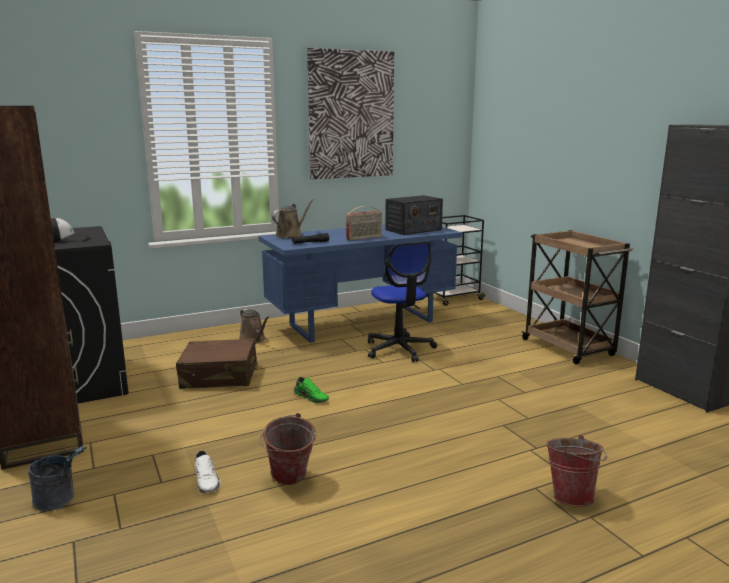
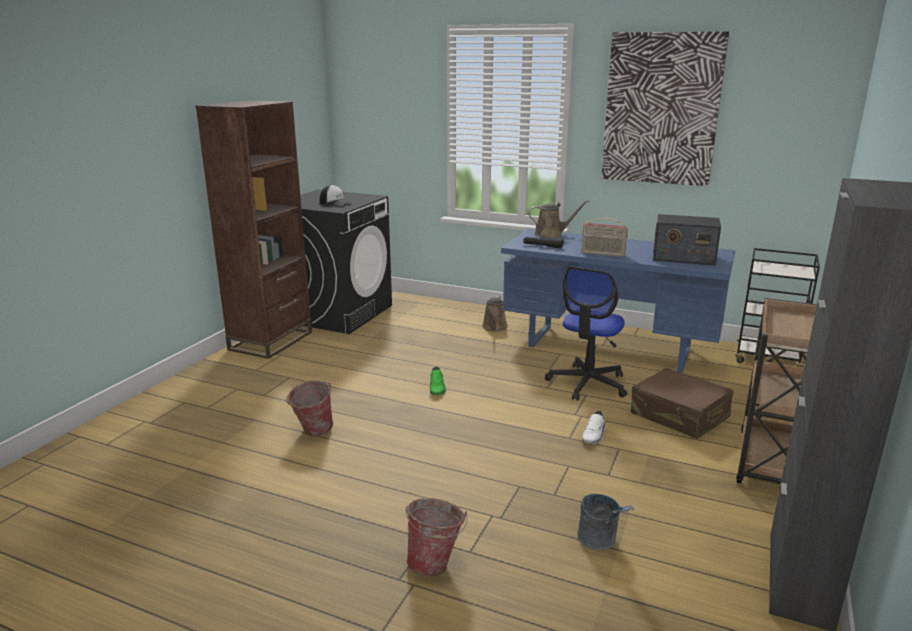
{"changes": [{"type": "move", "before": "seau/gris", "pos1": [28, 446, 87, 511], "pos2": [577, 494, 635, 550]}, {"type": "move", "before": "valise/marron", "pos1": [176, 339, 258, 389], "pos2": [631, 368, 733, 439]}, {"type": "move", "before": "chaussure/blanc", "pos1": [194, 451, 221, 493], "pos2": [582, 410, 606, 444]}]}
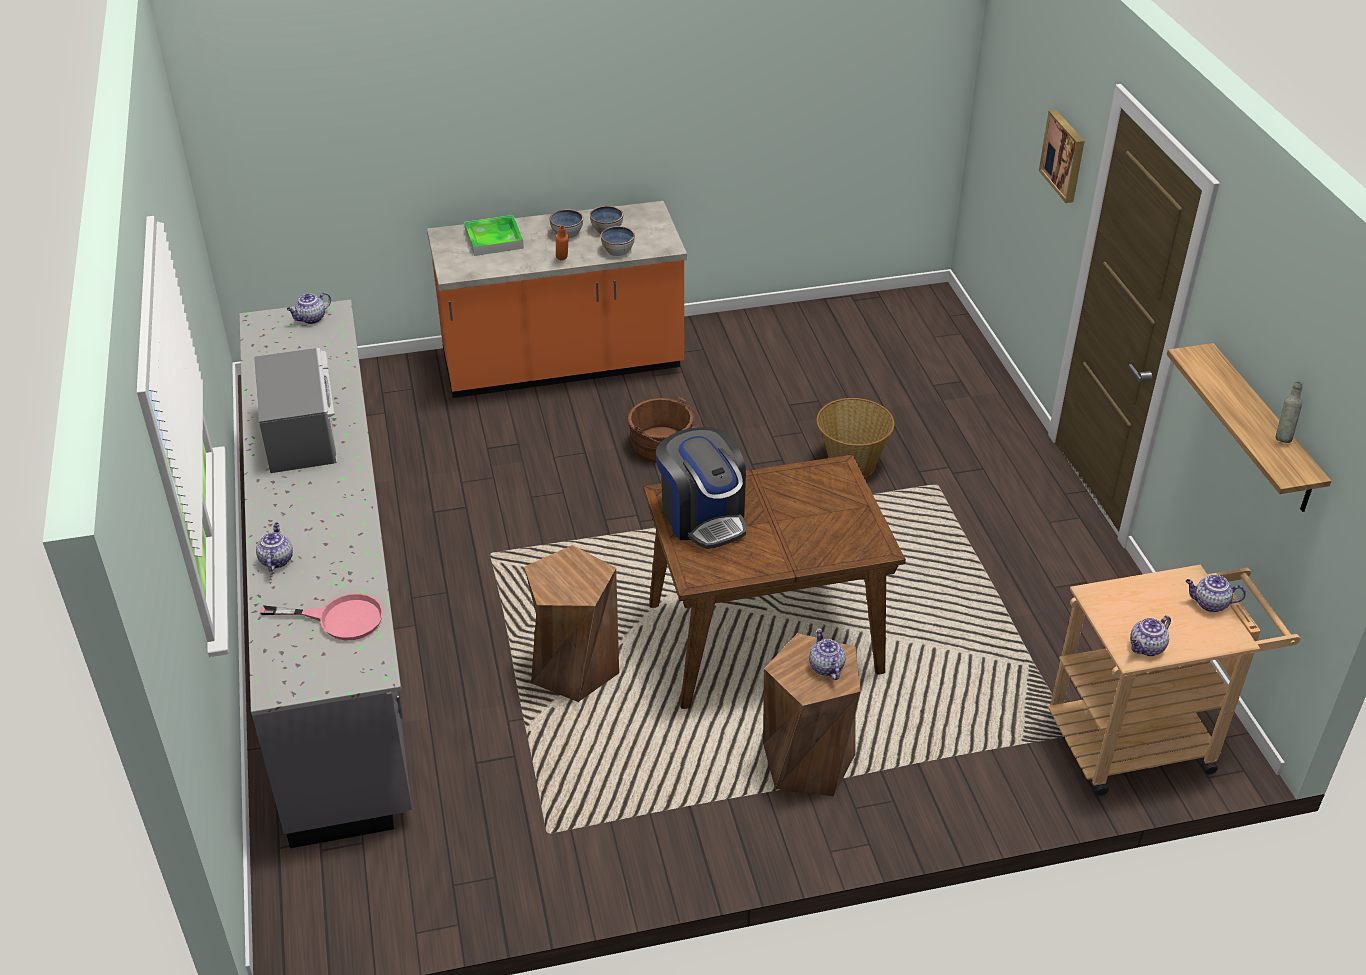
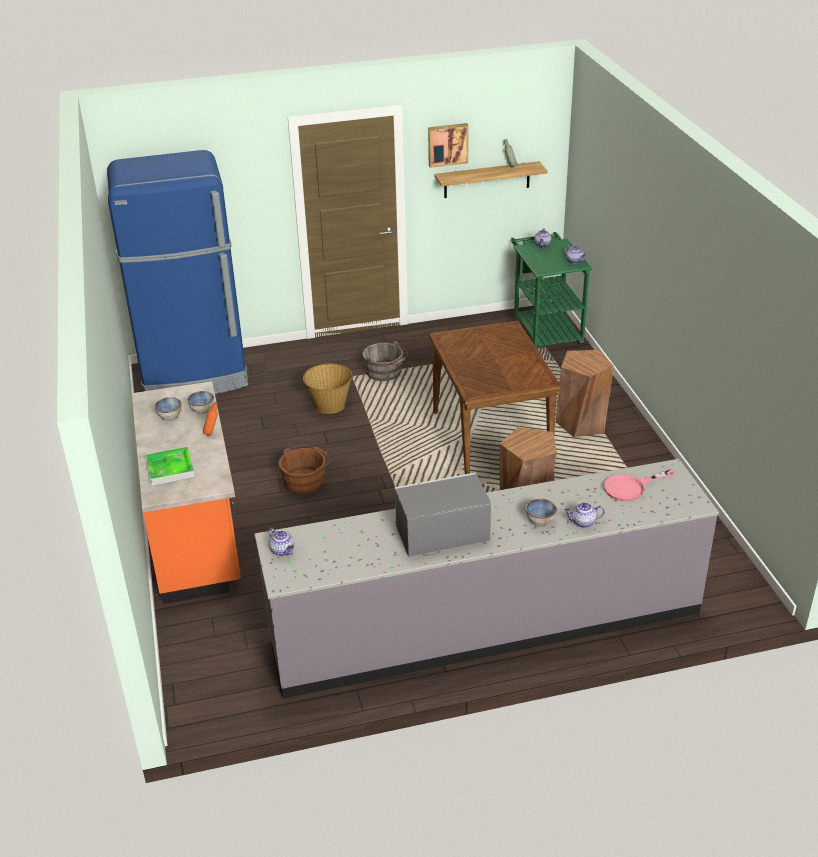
{"changes": [{"type": "rotate", "before": "poêle/rose", "pos1": [260, 593, 383, 640], "pos2": [604, 469, 676, 502], "turn": -120}, {"type": "move", "before": "bol", "pos1": [549, 209, 583, 238], "pos2": [526, 498, 557, 526]}, {"type": "delete", "before": "machine à café", "pos1": [656, 427, 746, 549]}, {"type": "delete", "before": "théière", "pos1": [809, 628, 846, 680]}, {"type": "move", "before": "tableau", "pos1": [1039, 110, 1085, 203], "pos2": [428, 123, 469, 168]}, {"type": "recolor", "before": "chariot/beige", "after": "chariot/vert", "pos1": [1048, 565, 1300, 796], "pos2": [511, 232, 592, 348]}, {"type": "insert", "after": "réfrigérateur/bleu", "pos2": [107, 150, 248, 394]}, {"type": "insert", "after": "seau/gris", "pos2": [362, 341, 408, 381]}]}
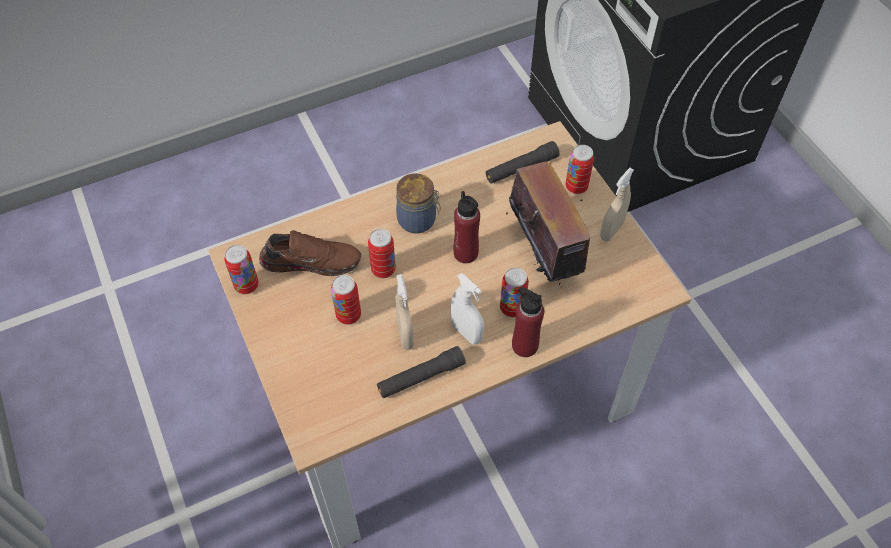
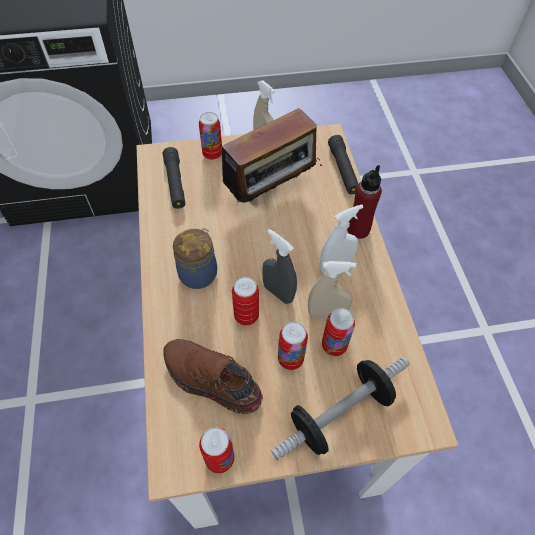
{"changes": [{"type": "rotate", "before": "chaussure/marron", "pos1": [259, 230, 361, 276], "pos2": [163, 339, 263, 414], "turn": -75}, {"type": "move", "before": "lampe de poche/noir", "pos1": [377, 346, 466, 398], "pos2": [328, 135, 358, 194]}, {"type": "delete", "before": "bouteille/rouge", "pos1": [453, 191, 480, 263]}, {"type": "move", "before": "boîte métallique", "pos1": [500, 268, 529, 317], "pos2": [322, 308, 355, 356]}, {"type": "rotate", "before": "radio", "pos1": [506, 161, 590, 288], "pos2": [211, 108, 322, 205], "turn": 150}, {"type": "insert", "after": "vaporisateur/gris", "pos2": [262, 229, 297, 304]}, {"type": "insert", "after": "haltère", "pos2": [271, 357, 410, 461]}]}
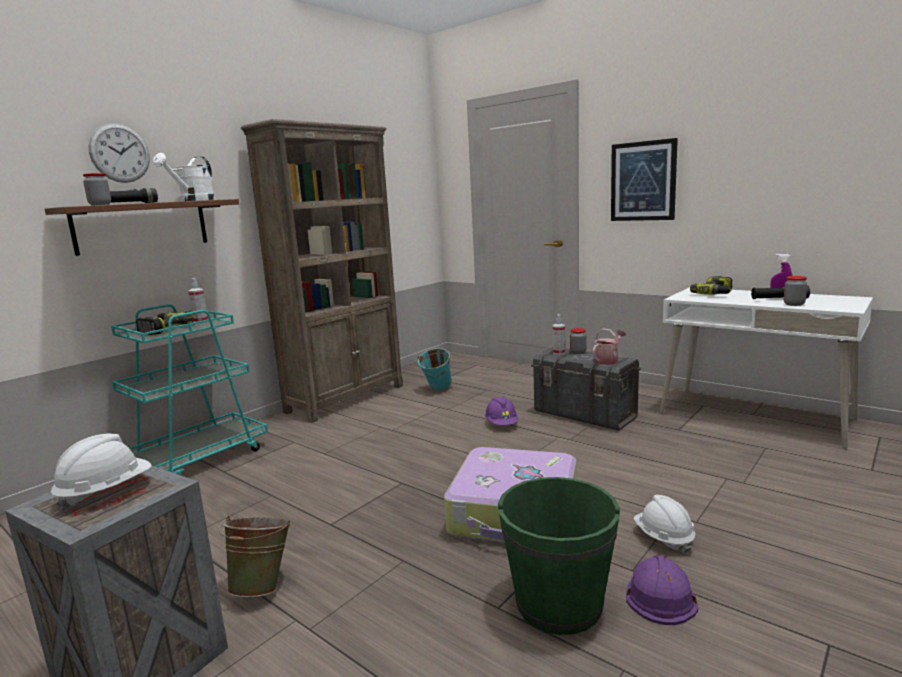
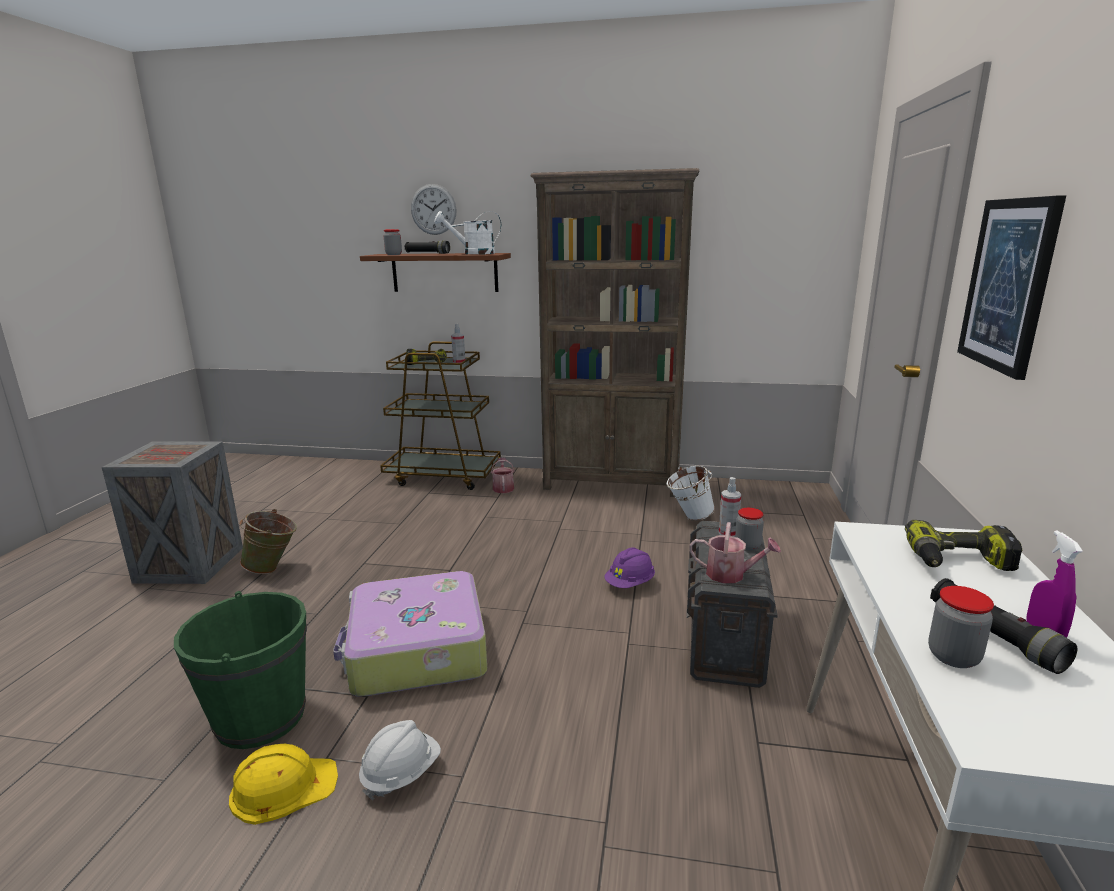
{"changes": [{"type": "delete", "before": "casque de chantier/blanc", "pos1": [51, 434, 151, 511]}, {"type": "recolor", "before": "chariot/turquoise", "after": "chariot/marron", "pos1": [111, 304, 268, 475], "pos2": [380, 342, 501, 490]}, {"type": "recolor", "before": "seau/turquoise", "after": "seau/blanc", "pos1": [417, 348, 452, 391], "pos2": [667, 466, 715, 521]}, {"type": "recolor", "before": "casque de chantier/violet", "after": "casque de chantier/jaune", "pos1": [626, 556, 698, 625], "pos2": [229, 744, 338, 825]}, {"type": "insert", "after": "arrosoir", "pos2": [491, 458, 515, 493]}]}
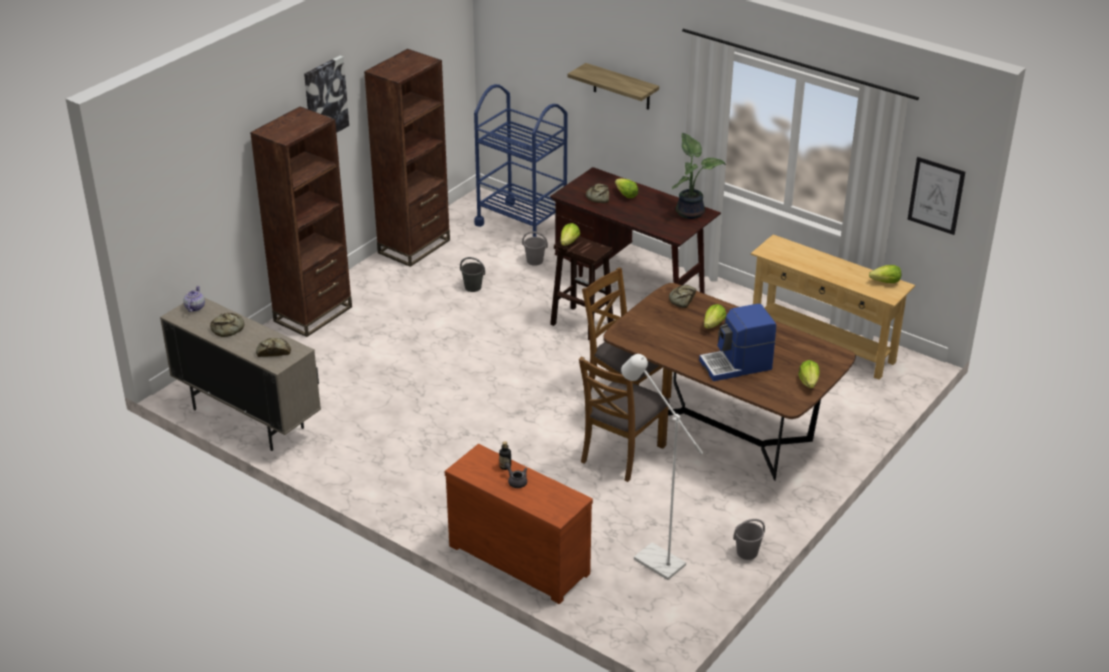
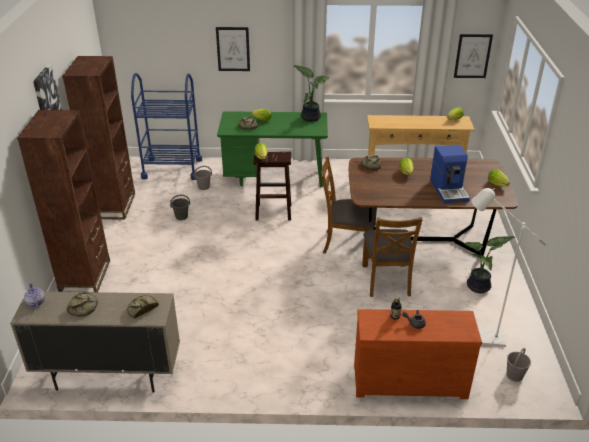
{"changes": [{"type": "recolor", "before": "bureau/marron", "after": "bureau/vert", "pos1": [550, 167, 721, 294], "pos2": [217, 111, 328, 187]}, {"type": "replace", "before": "étagère", "after": "tableau", "pos1": [568, 63, 659, 110], "pos2": [216, 27, 250, 71]}, {"type": "rotate", "before": "machine à café", "pos1": [699, 304, 776, 381], "pos2": [430, 145, 470, 204], "turn": -45}, {"type": "move", "before": "seau/gris", "pos1": [733, 519, 765, 560], "pos2": [507, 348, 531, 382]}, {"type": "insert", "after": "plante en pot", "pos2": [464, 236, 515, 293]}]}
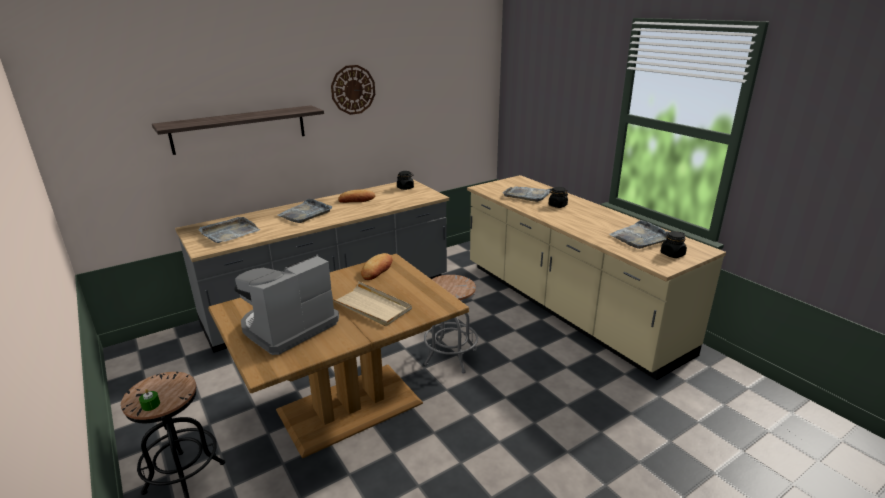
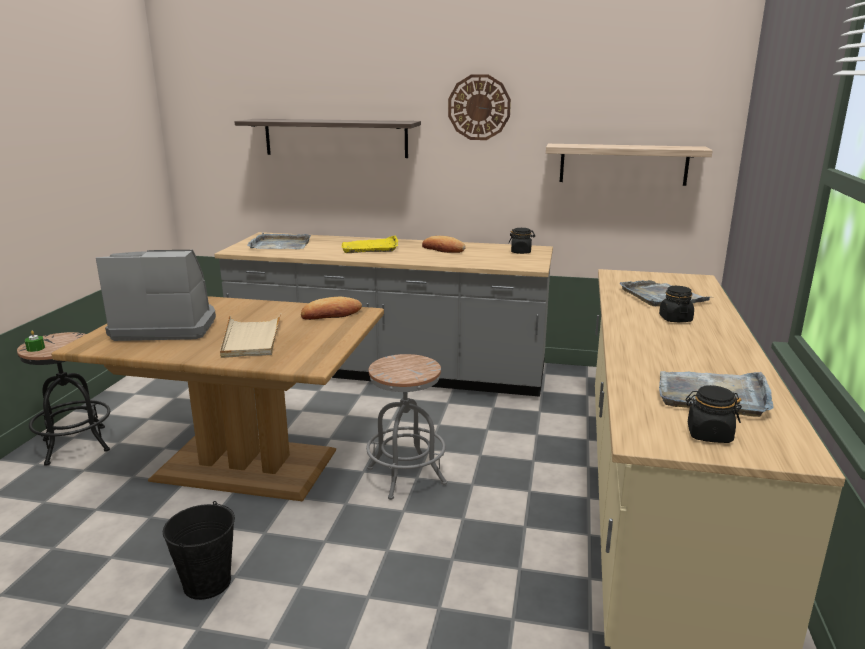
{"changes": [{"type": "recolor", "before": "plateau/gris", "after": "plateau/jaune", "pos1": [277, 199, 332, 223], "pos2": [342, 236, 398, 253]}, {"type": "insert", "after": "seau/noir", "pos2": [163, 501, 235, 600]}, {"type": "insert", "after": "étagère", "pos2": [546, 144, 713, 186]}]}
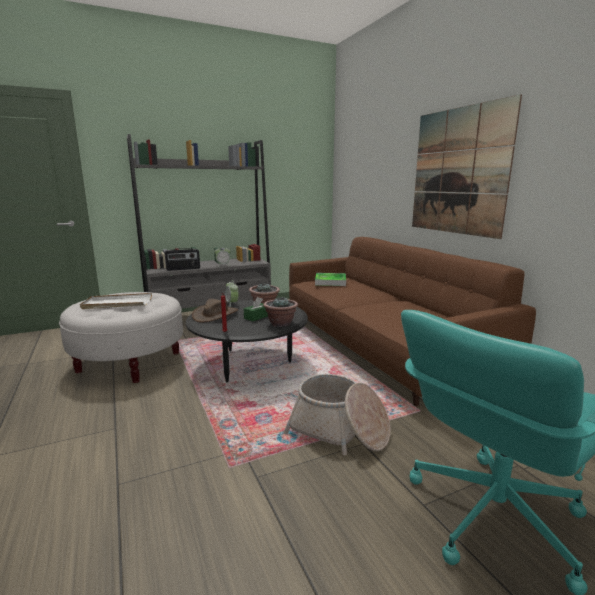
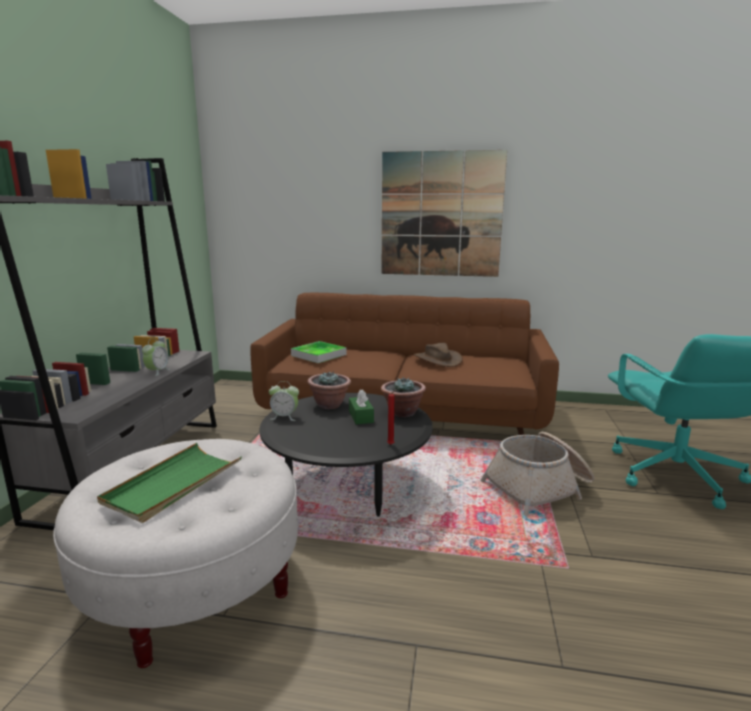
{"changes": [{"type": "recolor", "before": "plateau/blanc", "after": "plateau/vert", "pos1": [80, 293, 152, 309], "pos2": [97, 443, 241, 523]}, {"type": "delete", "before": "radio", "pos1": [165, 248, 200, 271]}, {"type": "move", "before": "chapeau/marron", "pos1": [192, 299, 238, 322], "pos2": [414, 343, 463, 367]}]}
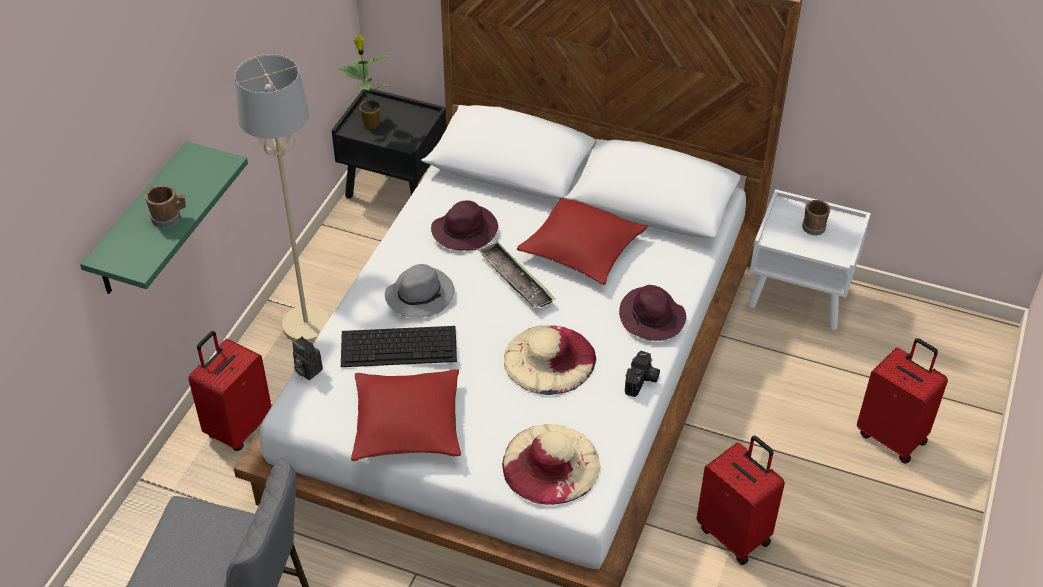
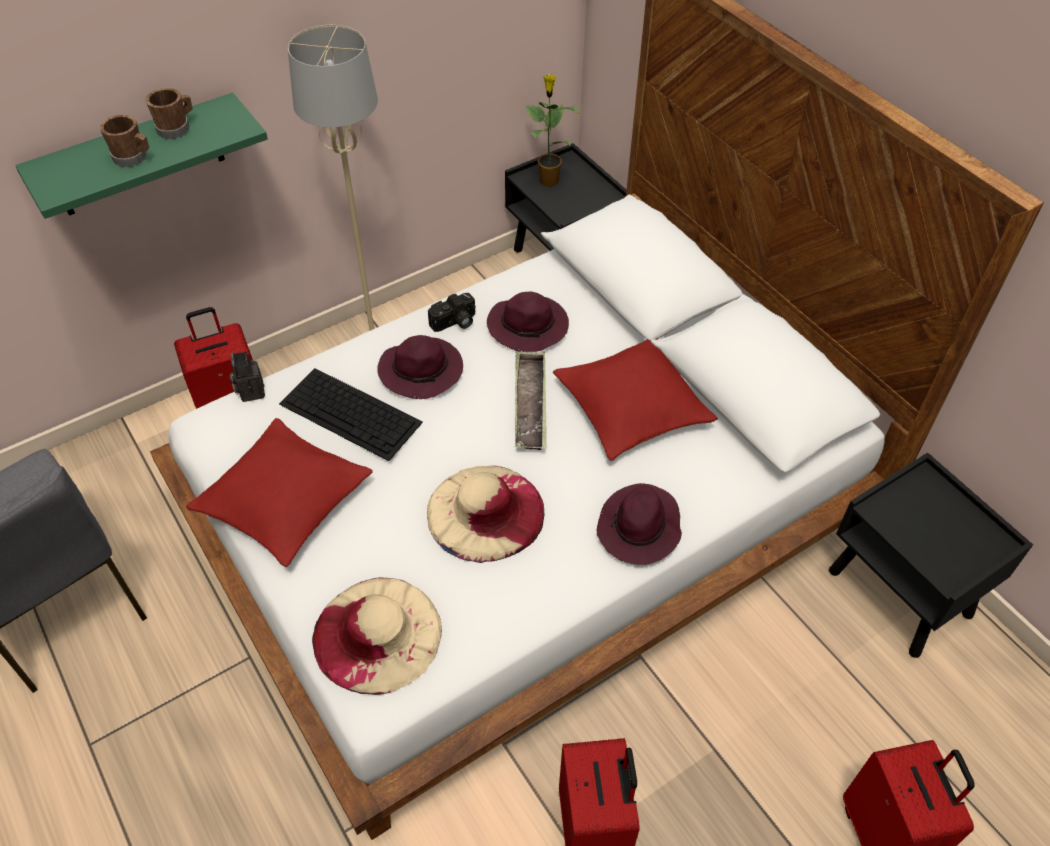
{"changes": [{"type": "recolor", "before": "chapeau/gris", "after": "chapeau/violet", "pos1": [385, 264, 454, 318], "pos2": [377, 335, 463, 399]}, {"type": "move", "before": "appareil photo", "pos1": [625, 351, 660, 397], "pos2": [428, 293, 476, 332]}, {"type": "recolor", "before": "table de chevet/blanc", "after": "table de chevet/noir", "pos1": [747, 189, 871, 330], "pos2": [829, 452, 1033, 658]}, {"type": "move", "before": "mug/marron", "pos1": [802, 200, 830, 235], "pos2": [146, 88, 193, 139]}]}
